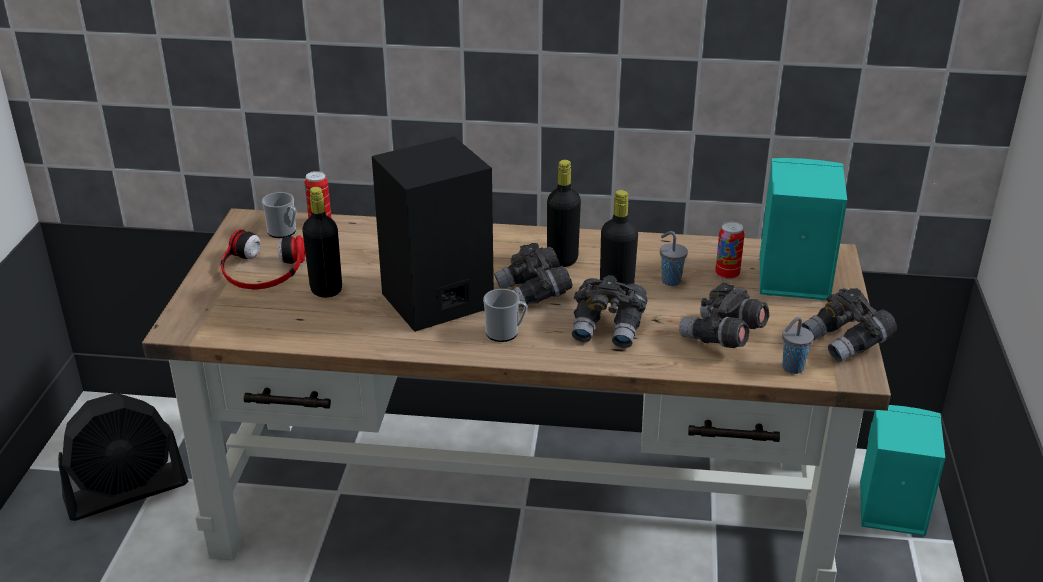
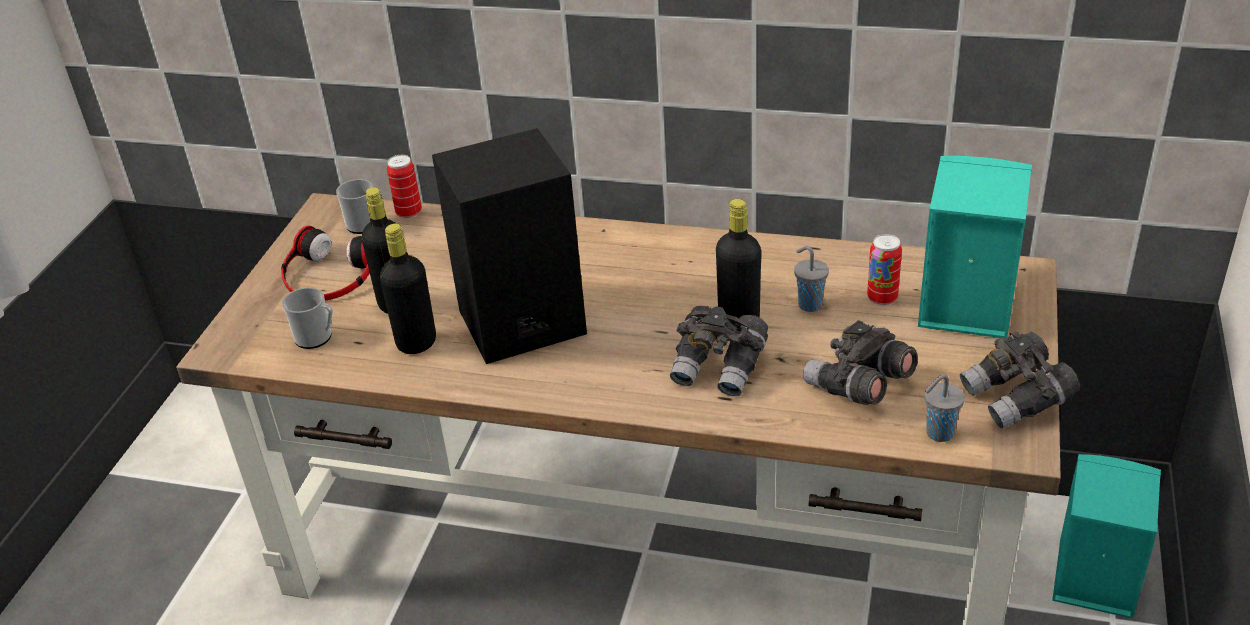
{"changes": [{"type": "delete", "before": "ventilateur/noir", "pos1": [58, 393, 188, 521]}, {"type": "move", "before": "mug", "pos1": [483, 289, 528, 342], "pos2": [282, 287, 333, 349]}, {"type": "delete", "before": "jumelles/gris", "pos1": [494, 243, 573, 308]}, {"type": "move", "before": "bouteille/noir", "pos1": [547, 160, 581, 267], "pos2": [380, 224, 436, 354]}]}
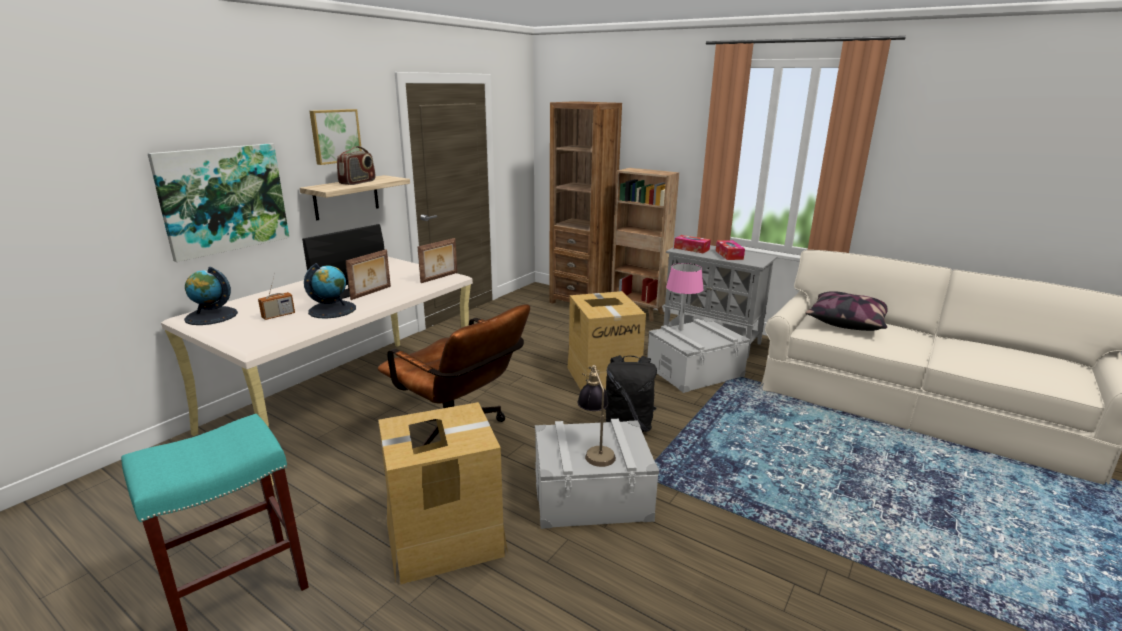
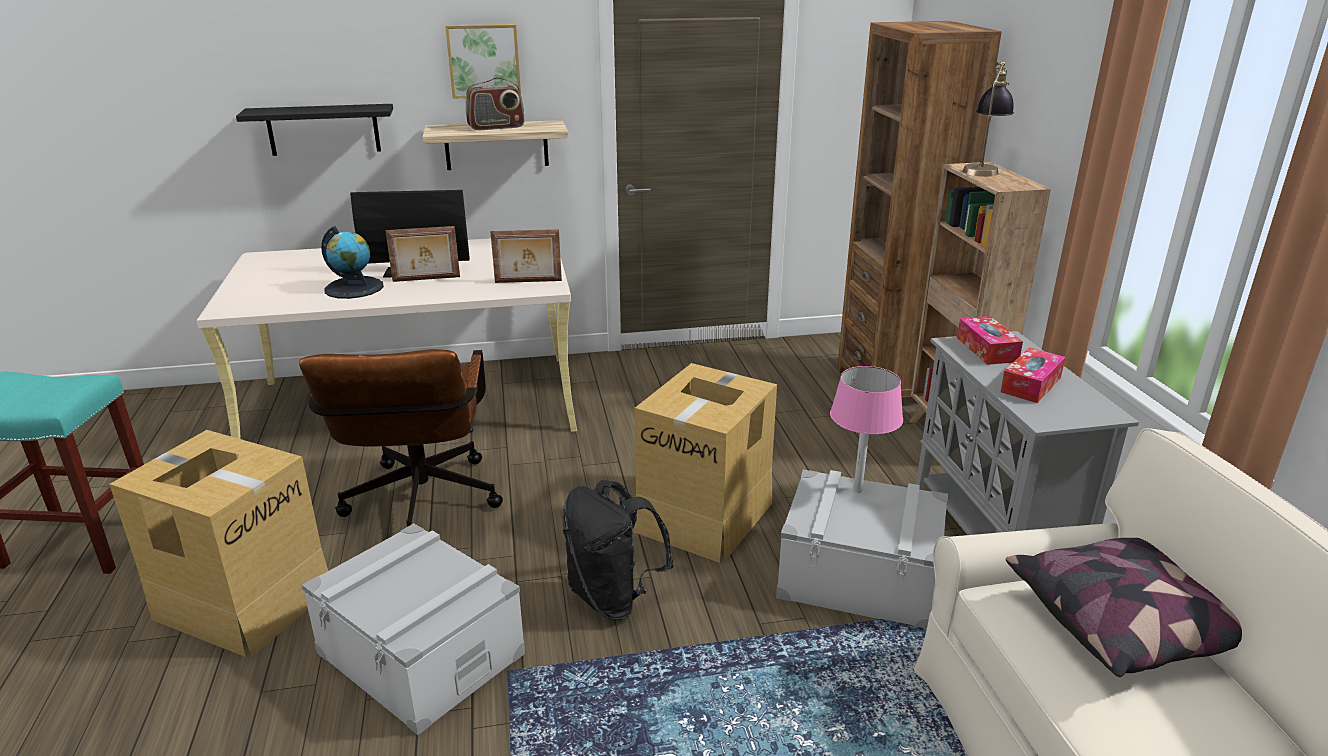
{"changes": [{"type": "replace", "before": "tableau", "after": "étagère/noir", "pos1": [147, 143, 290, 262], "pos2": [236, 104, 393, 156]}, {"type": "delete", "before": "globe", "pos1": [184, 267, 238, 325]}, {"type": "delete", "before": "radio", "pos1": [258, 272, 295, 320]}, {"type": "move", "before": "lampe de table", "pos1": [578, 365, 616, 467], "pos2": [962, 61, 1014, 177]}]}
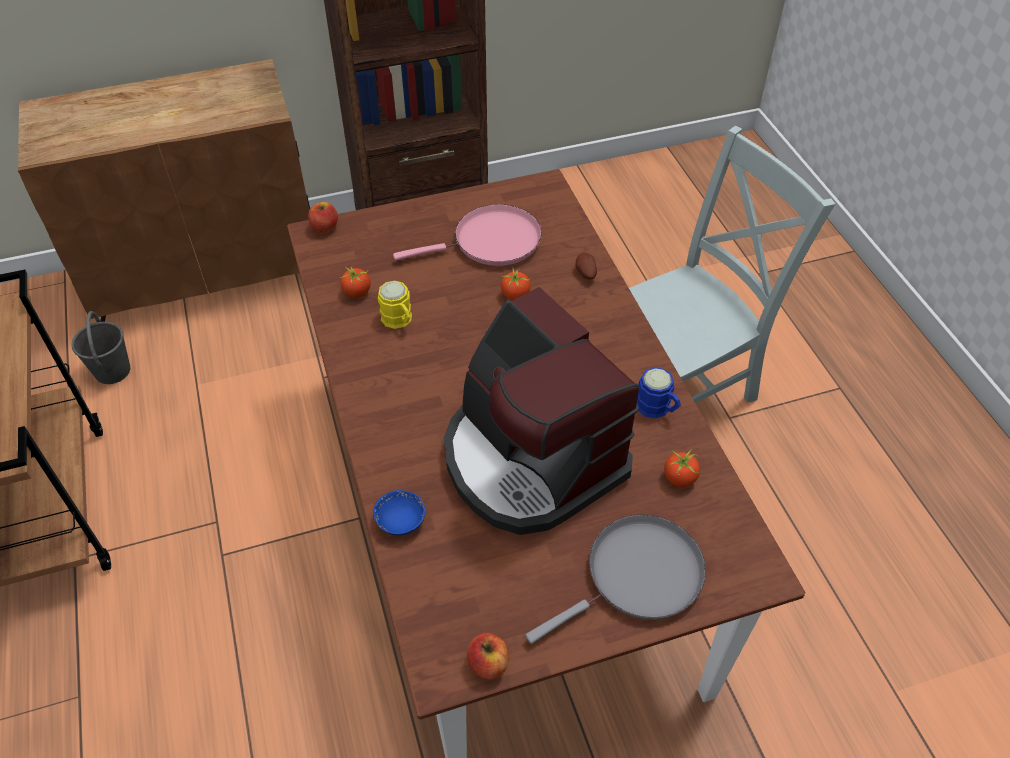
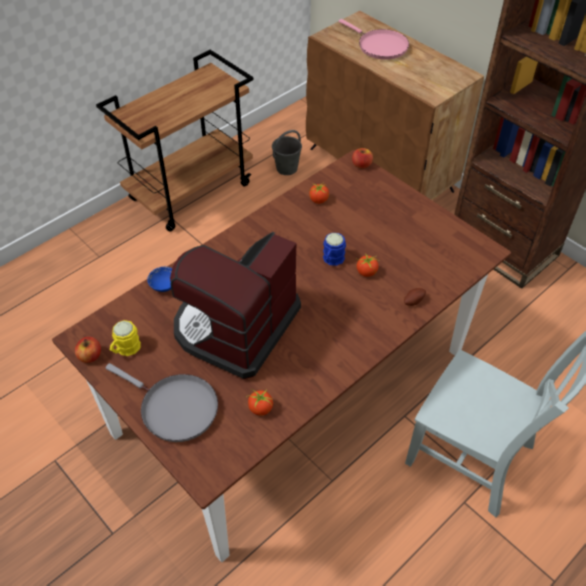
{"changes": [{"type": "move", "before": "mug/jaune", "pos1": [378, 281, 412, 329], "pos2": [110, 320, 141, 356]}, {"type": "move", "before": "poêle/rose", "pos1": [393, 204, 542, 266], "pos2": [339, 19, 409, 60]}, {"type": "move", "before": "mug/bleu", "pos1": [637, 367, 681, 418], "pos2": [323, 233, 346, 266]}]}
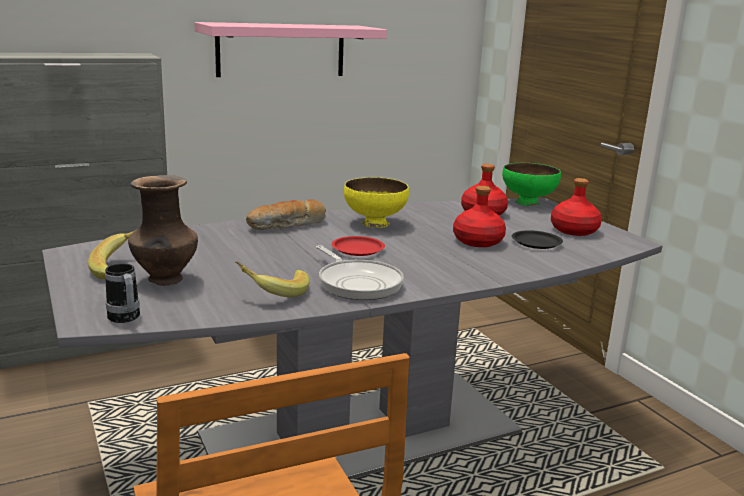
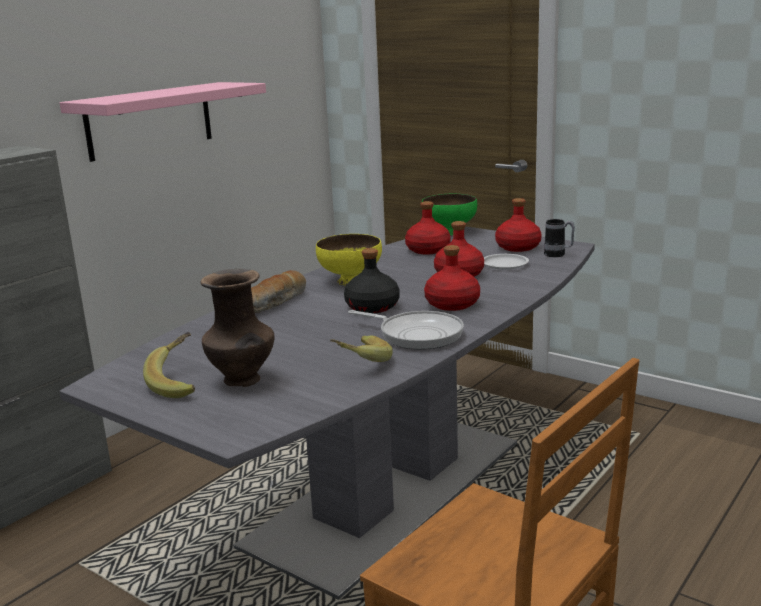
{"changes": [{"type": "move", "before": "mug", "pos1": [105, 263, 140, 323], "pos2": [544, 219, 575, 257]}, {"type": "replace", "before": "assiette/rouge", "after": "bouteille/noir", "pos1": [332, 236, 385, 256], "pos2": [344, 248, 400, 314]}, {"type": "recolor", "before": "assiette/noir", "after": "assiette/blanc", "pos1": [512, 230, 563, 249], "pos2": [484, 254, 529, 270]}, {"type": "insert", "after": "bouteille/rouge", "pos2": [424, 245, 480, 311]}]}
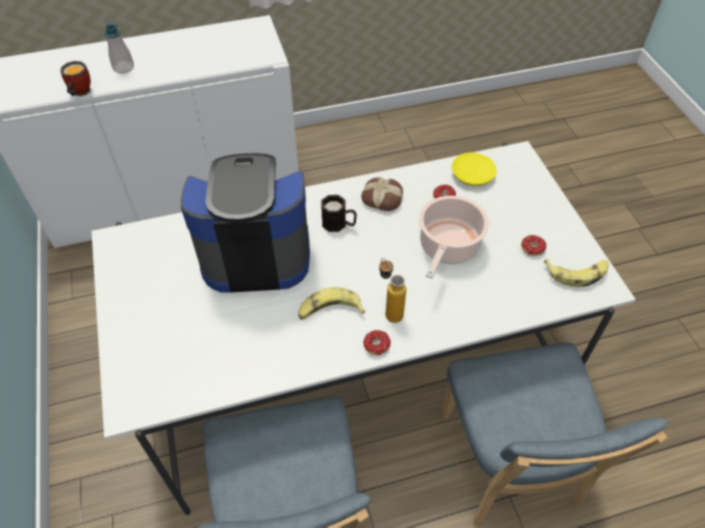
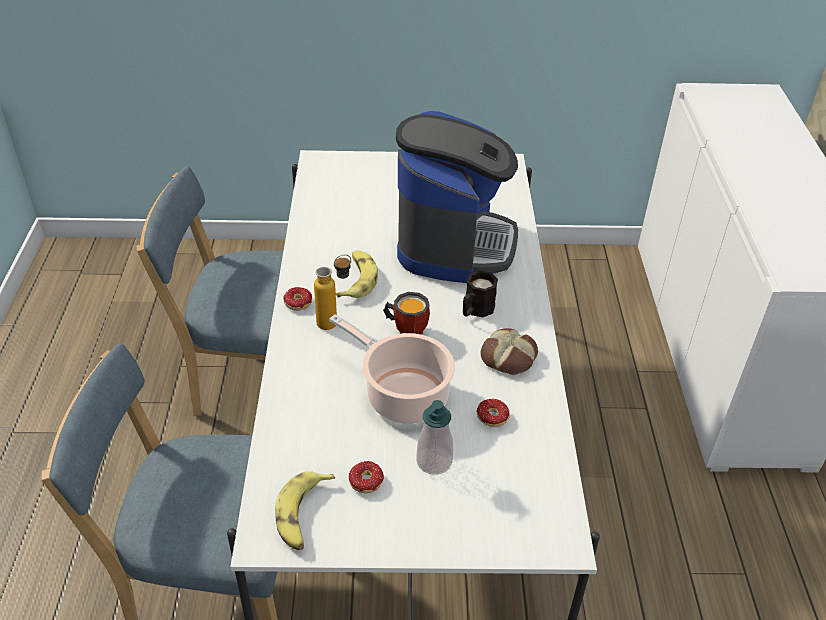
{"changes": [{"type": "move", "before": "mug", "pos1": [60, 61, 91, 96], "pos2": [383, 292, 430, 334]}, {"type": "move", "before": "distributeur de savon", "pos1": [104, 22, 134, 74], "pos2": [416, 400, 453, 475]}, {"type": "delete", "before": "assiette/jaune", "pos1": [452, 152, 497, 186]}]}
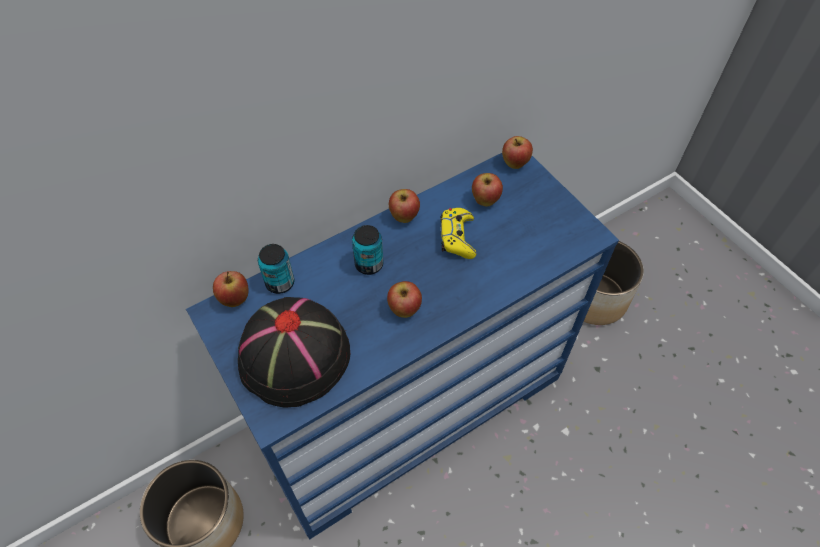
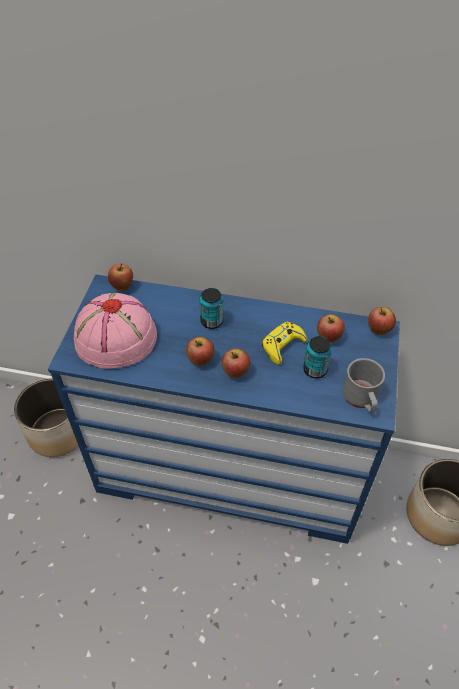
{"changes": [{"type": "recolor", "before": "chapeau/noir", "after": "chapeau/rose", "pos1": [238, 297, 350, 408], "pos2": [74, 293, 157, 369]}, {"type": "move", "before": "boîte métallique", "pos1": [258, 244, 294, 294], "pos2": [303, 336, 332, 378]}, {"type": "move", "before": "pomme", "pos1": [389, 189, 420, 223], "pos2": [222, 348, 250, 378]}, {"type": "insert", "after": "mug/gris", "pos2": [343, 358, 385, 412]}]}
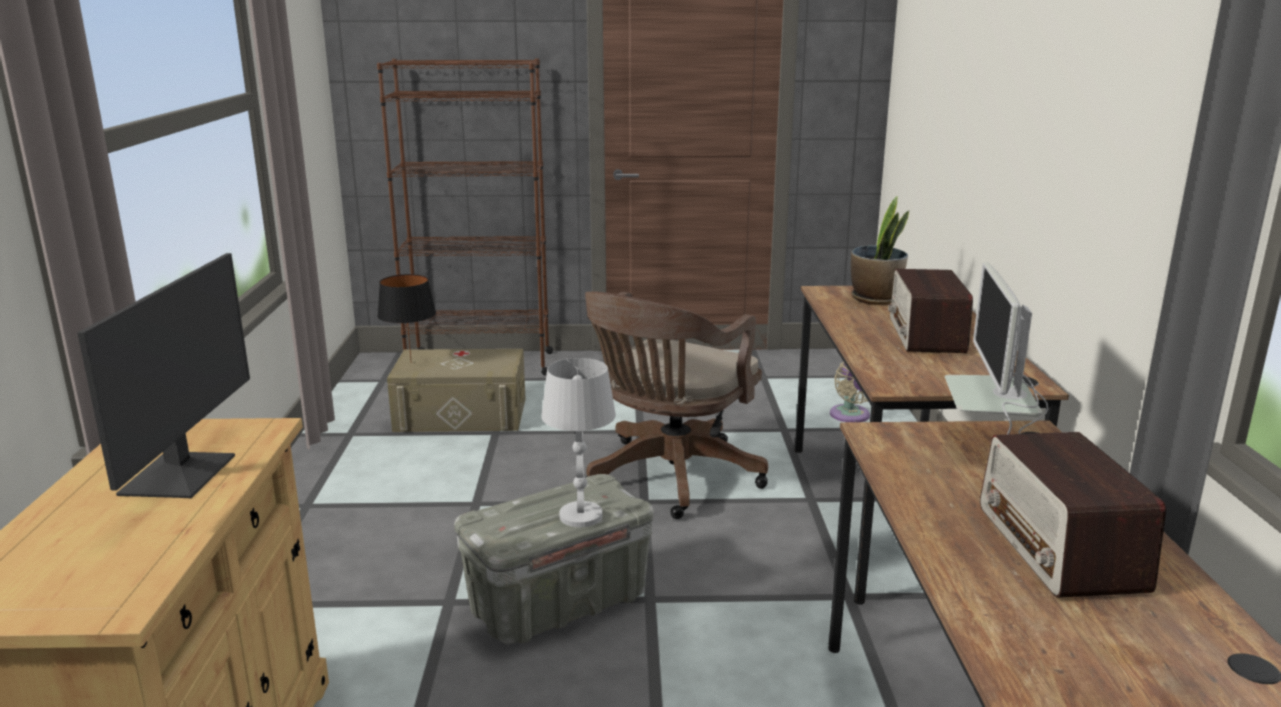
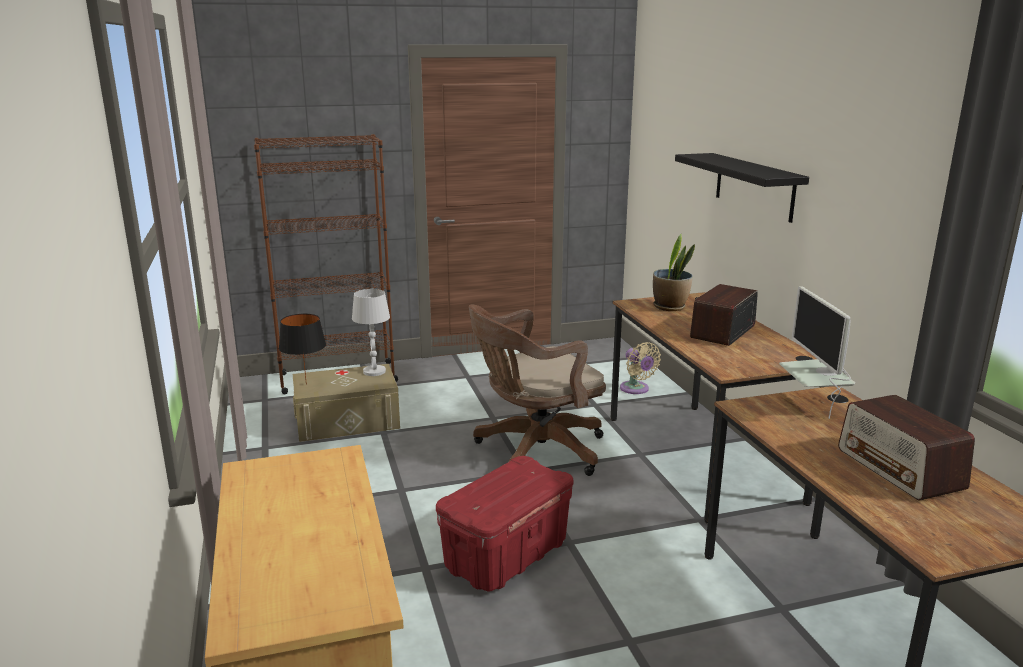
{"changes": [{"type": "delete", "before": "écran d'ordinateur", "pos1": [77, 253, 250, 498]}, {"type": "recolor", "before": "boîte de rangement/gris", "after": "boîte de rangement/rouge", "pos1": [454, 474, 654, 644], "pos2": [436, 456, 574, 591]}, {"type": "move", "before": "lampe de table/blanc", "pos1": [541, 358, 616, 527], "pos2": [352, 289, 390, 376]}, {"type": "rotate", "before": "chaise de bureau/marron", "pos1": [585, 291, 768, 519], "pos2": [469, 305, 606, 476], "turn": 45}, {"type": "rotate", "before": "radio", "pos1": [888, 269, 973, 353], "pos2": [690, 284, 758, 346], "turn": 45}, {"type": "insert", "after": "étagère/noir", "pos2": [675, 153, 809, 223]}]}
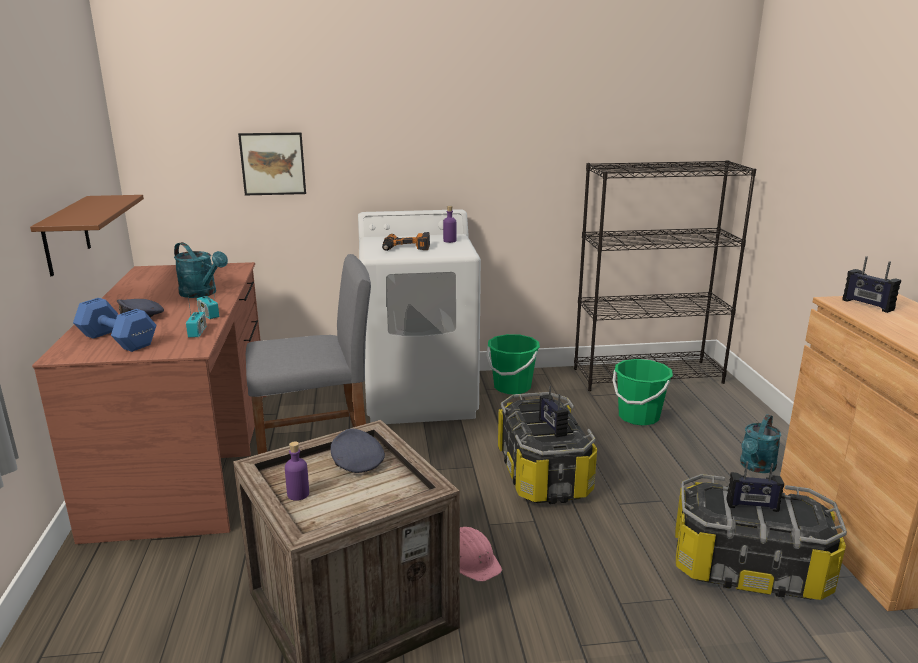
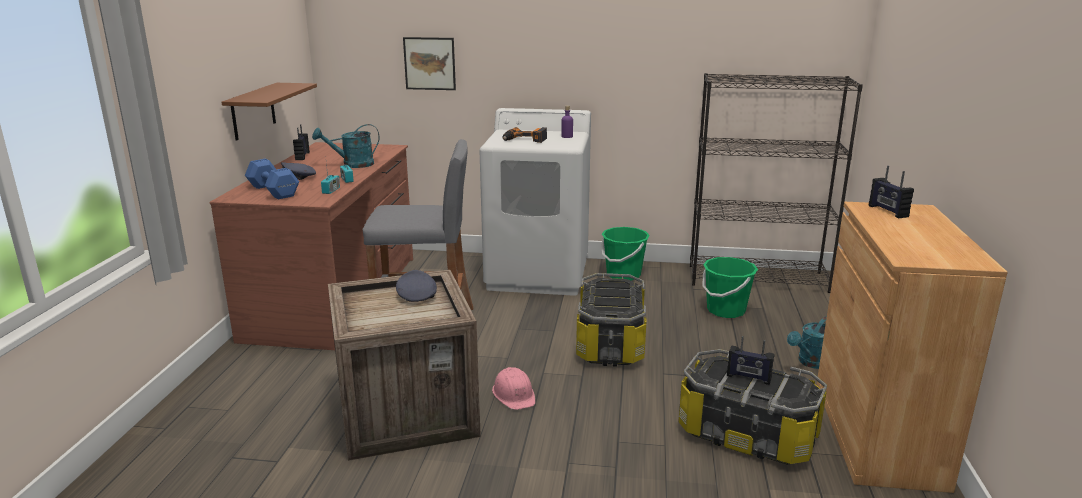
{"changes": [{"type": "rotate", "before": "arrosoir/turquoise", "pos1": [174, 242, 228, 298], "pos2": [312, 124, 380, 168], "turn": 105}, {"type": "delete", "before": "bouteille/violet", "pos1": [285, 441, 309, 501]}, {"type": "move", "before": "radio", "pos1": [539, 386, 568, 437], "pos2": [293, 124, 310, 160]}]}
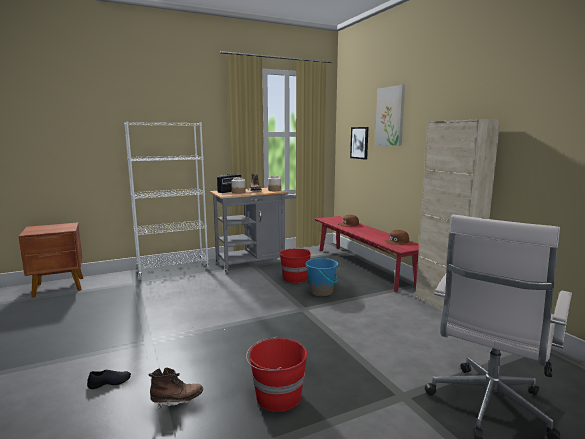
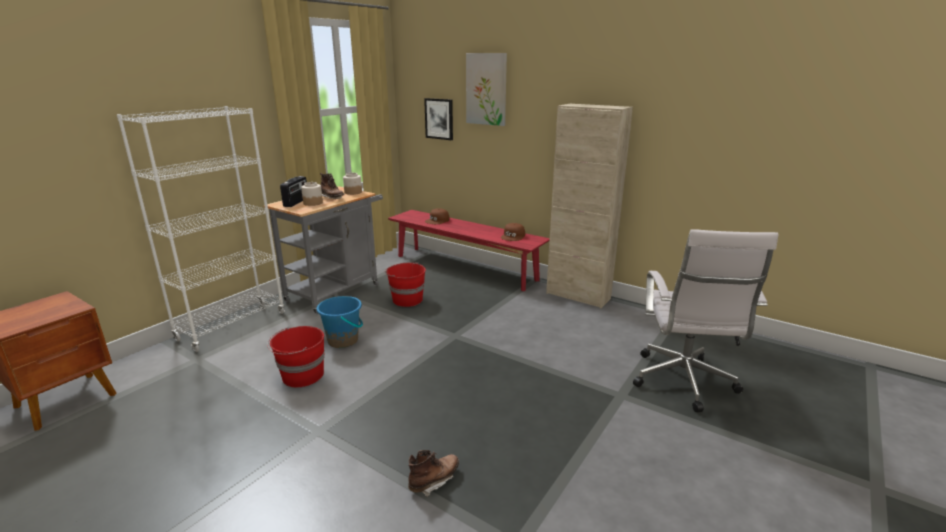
{"changes": [{"type": "delete", "before": "chaussure/noir", "pos1": [87, 370, 131, 389]}, {"type": "move", "before": "seau/rouge", "pos1": [246, 336, 307, 412], "pos2": [267, 326, 325, 387]}, {"type": "move", "before": "seau/bleu", "pos1": [305, 258, 339, 296], "pos2": [317, 296, 363, 348]}]}
